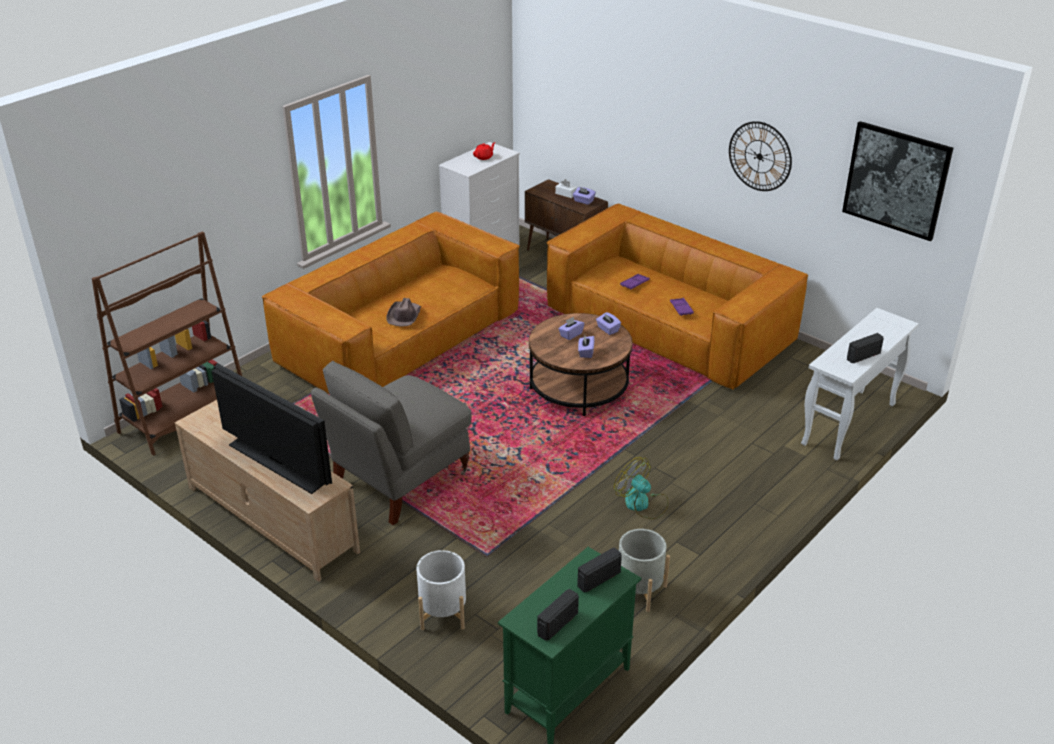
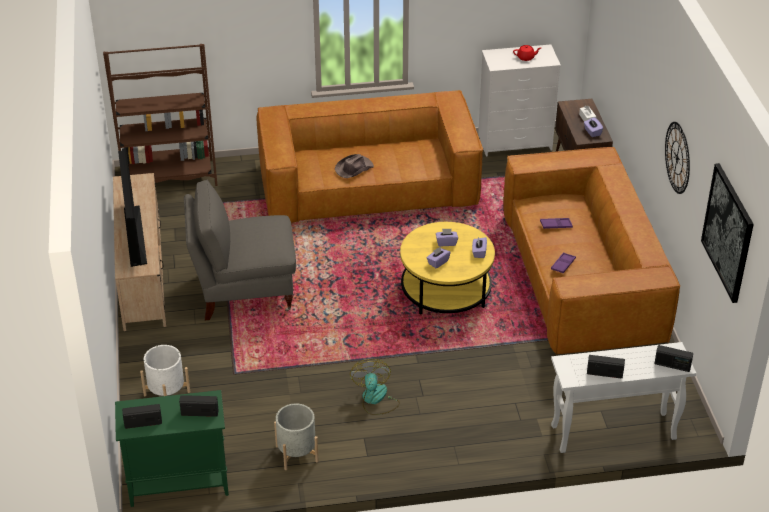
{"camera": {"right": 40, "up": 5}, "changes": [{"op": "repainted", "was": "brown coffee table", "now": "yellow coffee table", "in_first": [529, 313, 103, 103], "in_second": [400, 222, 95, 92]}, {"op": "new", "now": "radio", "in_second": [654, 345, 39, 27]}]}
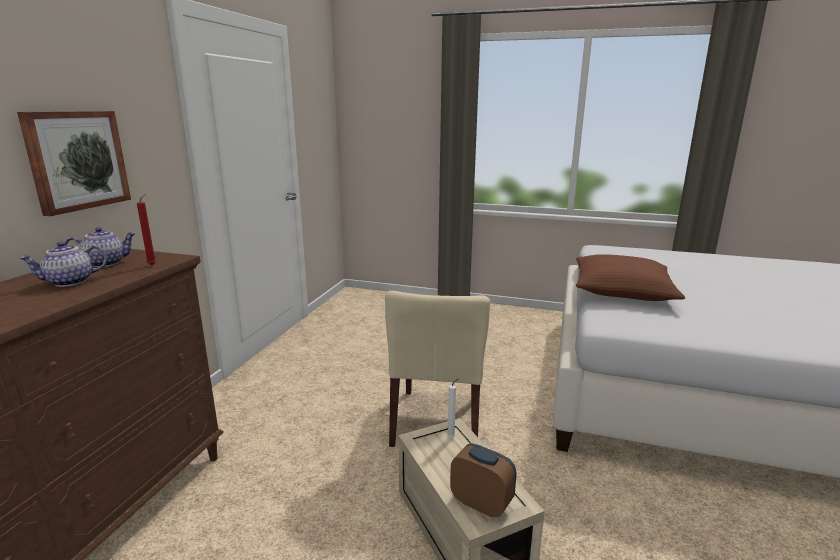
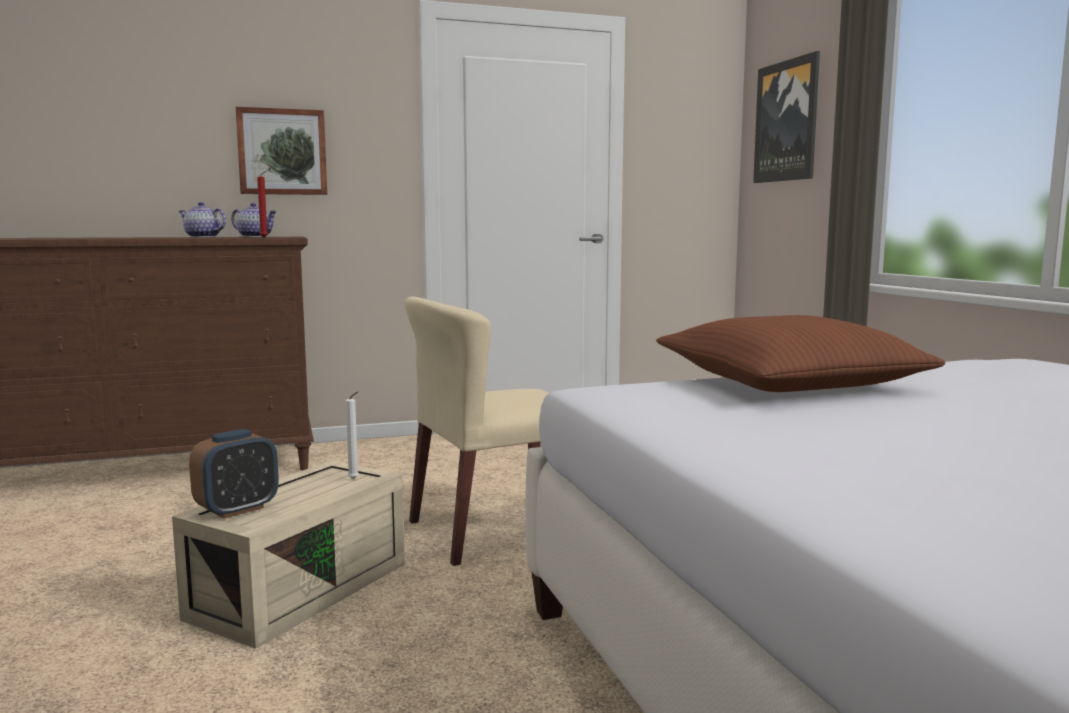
{"camera": {"right": 55, "up": -10}, "changes": [{"op": "rotated", "was": "alarm clock", "in_first": [450, 443, 66, 75], "in_second": [189, 429, 90, 90], "clockwise": 45}, {"op": "new", "now": "picture", "in_second": [753, 51, 67, 132]}]}
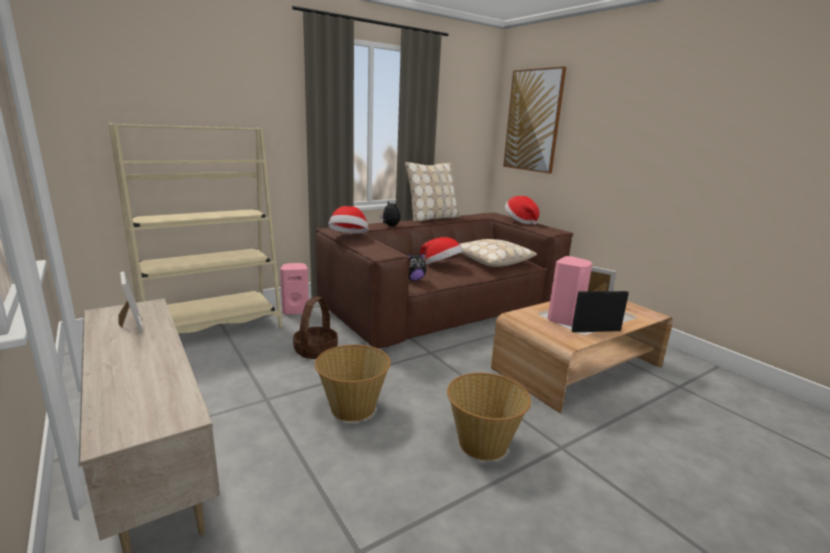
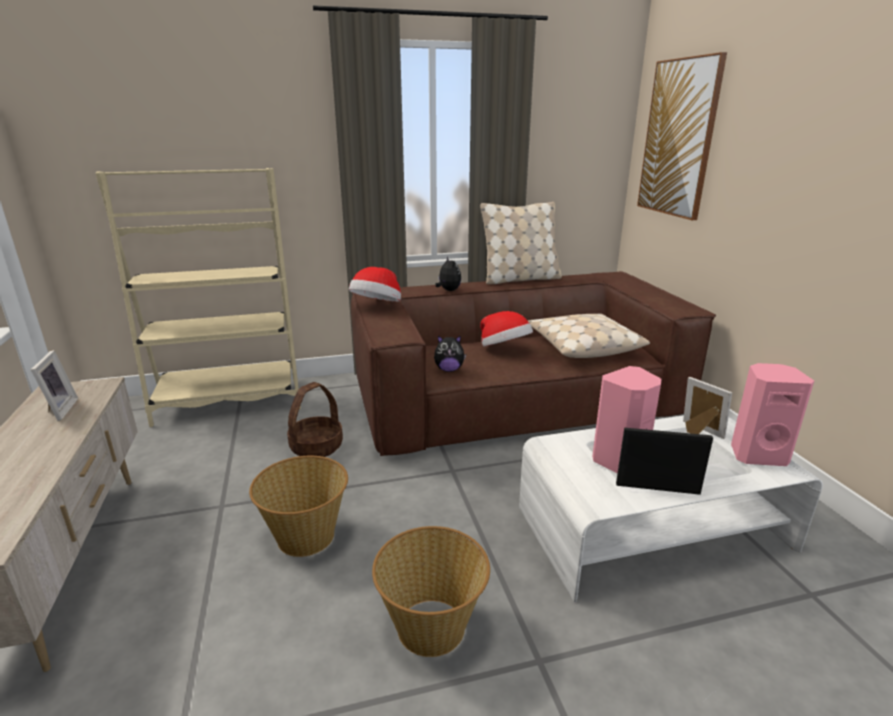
{"camera": {"right": 20, "up": 5}, "changes": [{"op": "repainted", "was": "brown coffee table", "now": "white coffee table", "in_first": [491, 301, 182, 112], "in_second": [519, 415, 304, 187]}, {"op": "shifted", "was": "pink speaker", "in_first": [280, 263, 29, 52], "in_second": [731, 363, 83, 103]}, {"op": "gone", "was": "hat", "in_first": [505, 196, 35, 29]}]}
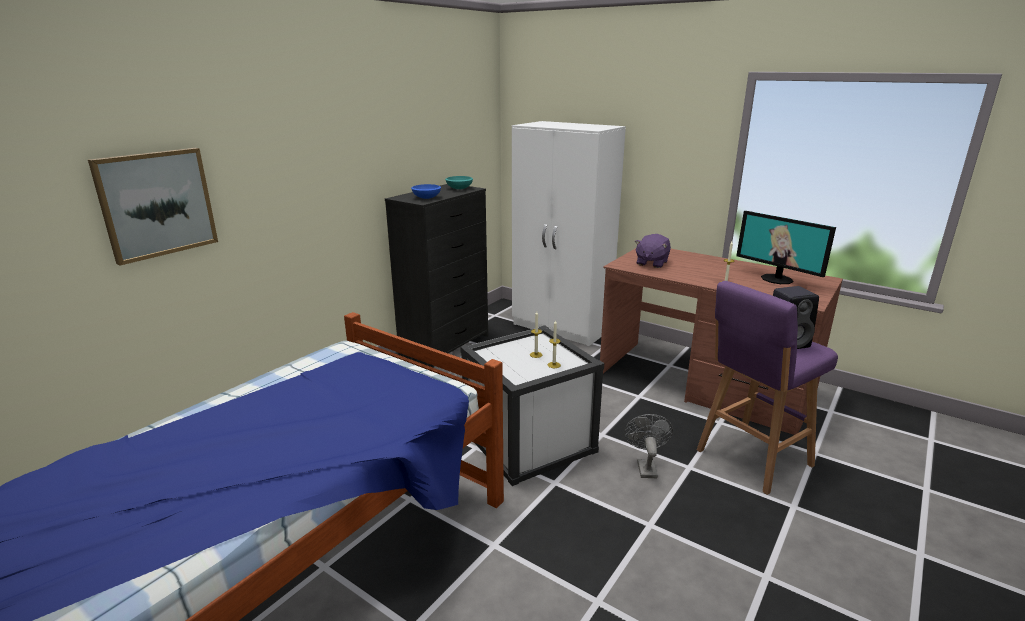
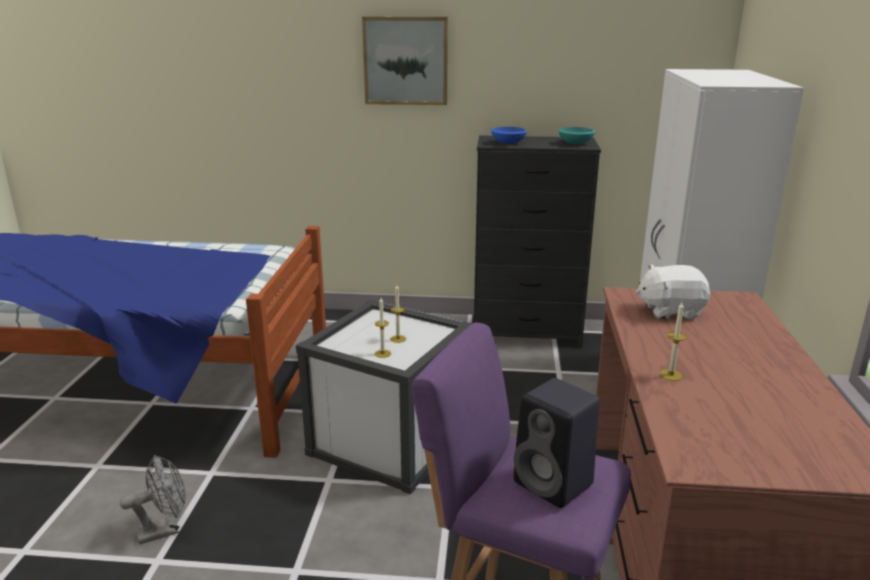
{"camera": {"right": 60, "up": 0}, "changes": [{"op": "shifted", "was": "grey fan", "in_first": [624, 414, 49, 64], "in_second": [120, 455, 66, 90]}, {"op": "shifted", "was": "picture", "in_first": [88, 148, 130, 118], "in_second": [362, 17, 86, 88]}, {"op": "repainted", "was": "purple plush toy", "now": "white plush toy", "in_first": [635, 234, 36, 34], "in_second": [636, 264, 74, 55]}, {"op": "gone", "was": "monitor", "in_first": [736, 211, 100, 73]}]}
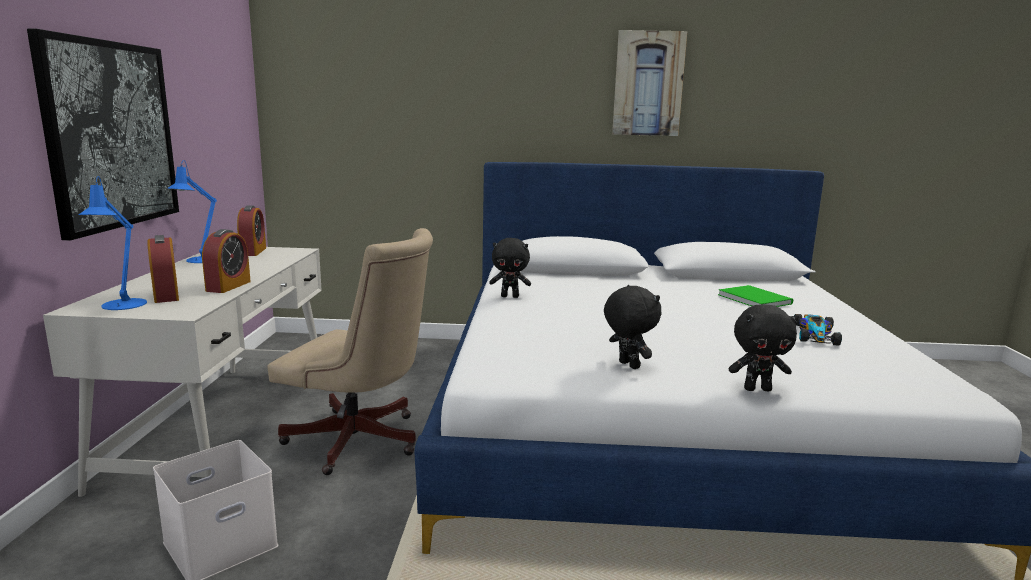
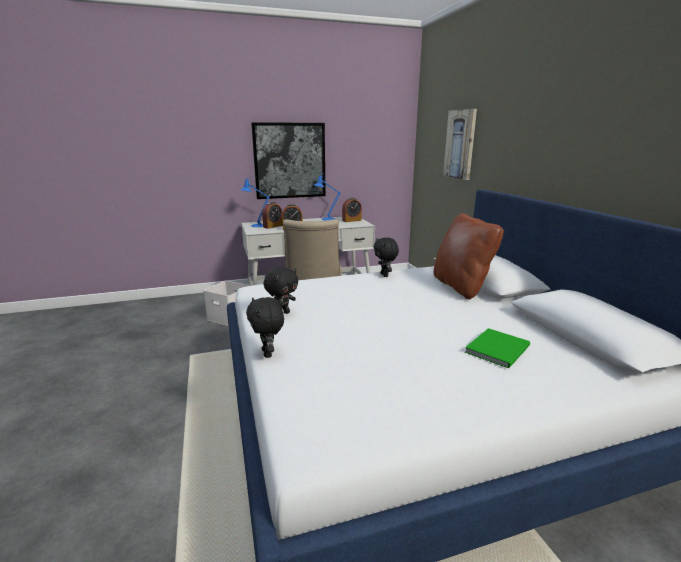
{"camera": {"right": 70, "up": 5}, "changes": [{"op": "new", "now": "brown pillow", "in_second": [434, 213, 70, 86]}, {"op": "shifted", "was": "picture", "in_first": [612, 30, 75, 106], "in_second": [443, 109, 34, 71]}, {"op": "gone", "was": "toy car", "in_first": [794, 314, 48, 32]}]}
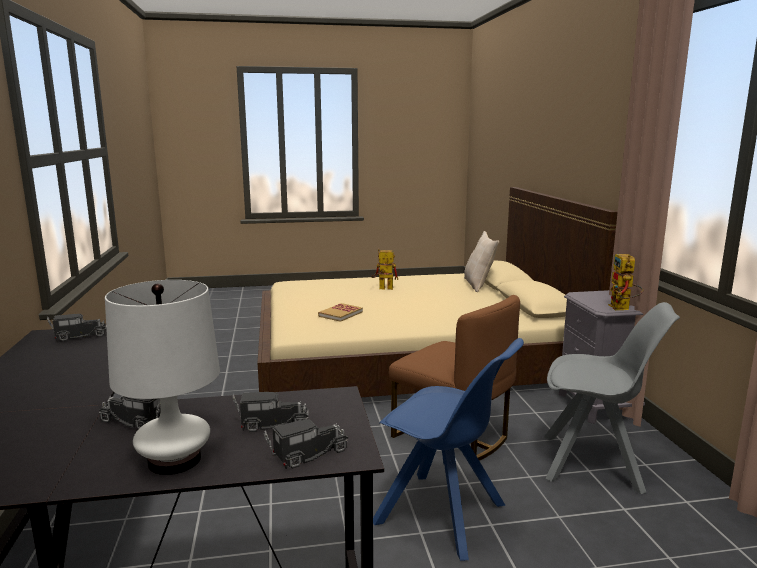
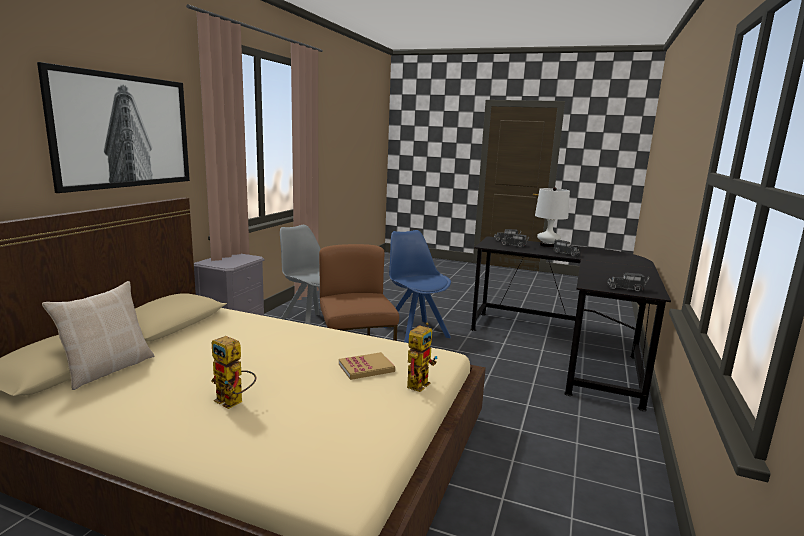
{"camera": {"right": -150, "up": 0}, "changes": [{"op": "new", "now": "picture", "in_second": [37, 62, 153, 131]}, {"op": "shifted", "was": "toy robot", "in_first": [608, 254, 35, 56], "in_second": [407, 322, 30, 70]}]}
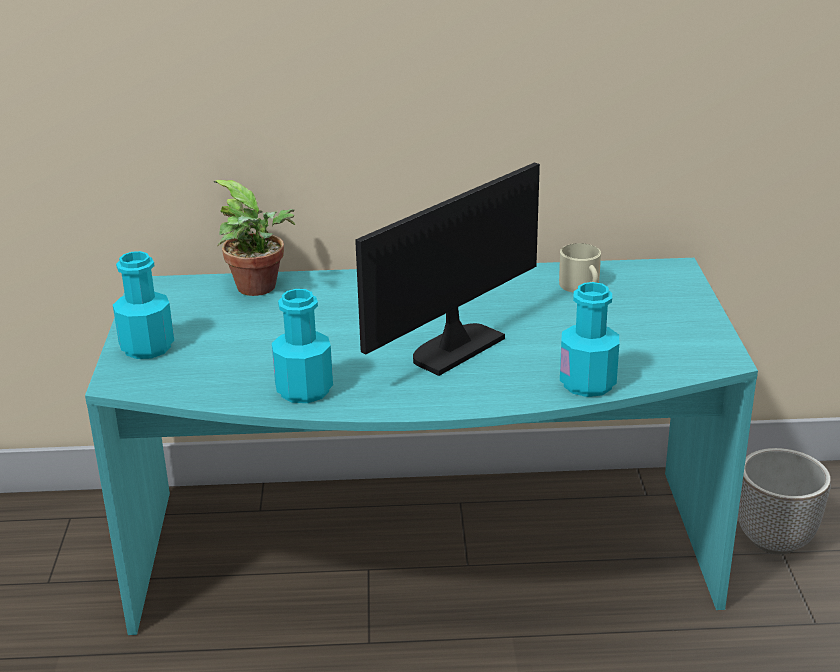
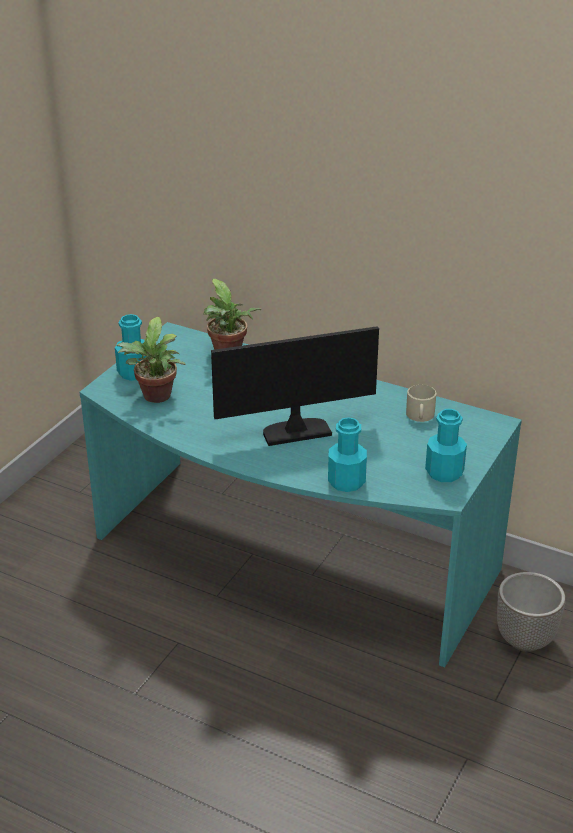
{"camera": {"right": 30, "up": 5}, "changes": [{"op": "new", "now": "potted plant", "in_second": [116, 317, 70, 86]}, {"op": "shifted", "was": "turquoise bottle", "in_first": [272, 289, 61, 114], "in_second": [425, 409, 42, 73]}]}
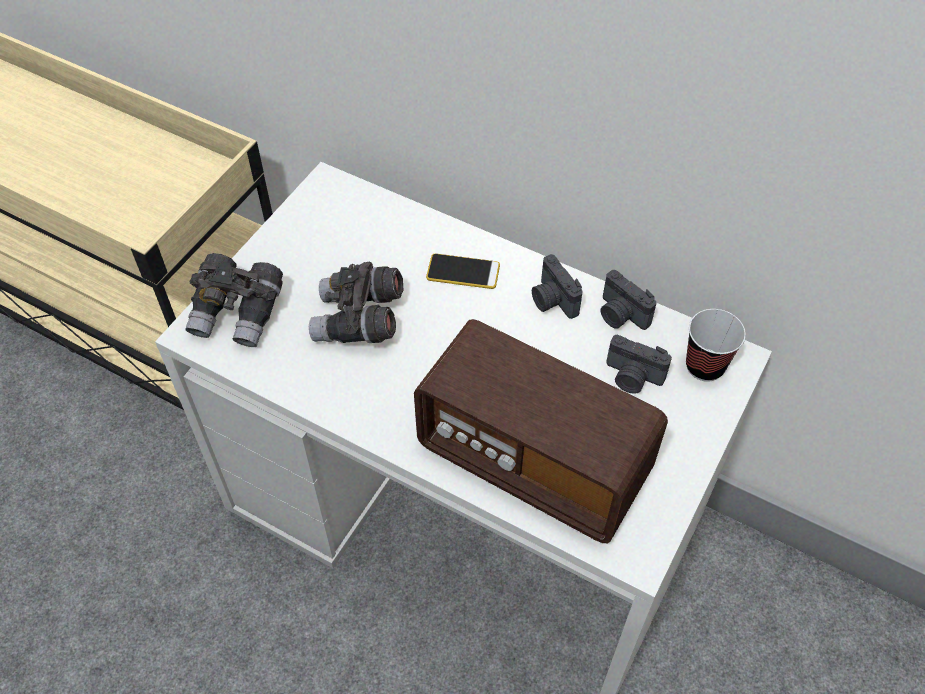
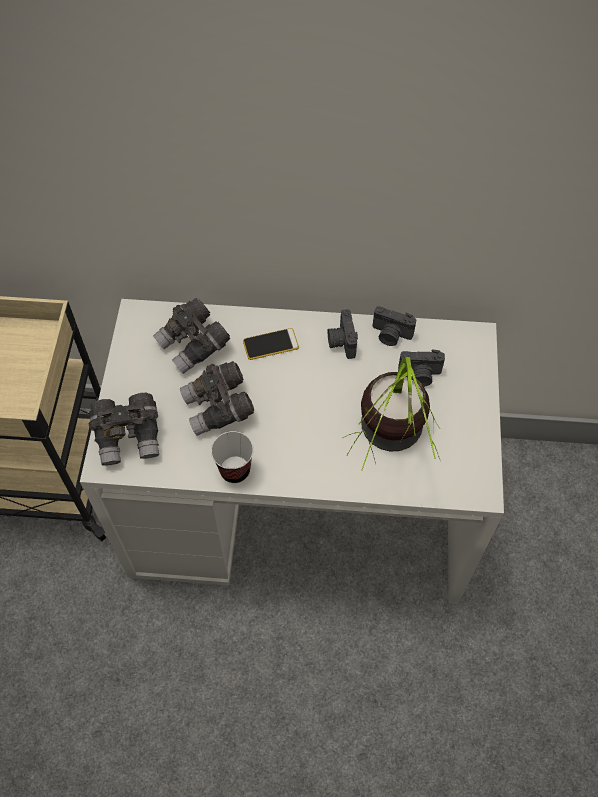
{"camera": {"right": -25, "up": 5}, "changes": [{"op": "new", "now": "grey binoculars", "in_second": [153, 298, 77, 76]}, {"op": "shifted", "was": "cup", "in_first": [686, 309, 60, 73], "in_second": [211, 431, 43, 52]}, {"op": "rotated", "was": "photo camera", "in_first": [532, 254, 51, 65], "in_second": [328, 309, 30, 50], "clockwise": 45}, {"op": "swapped", "was": "radio", "now": "potted plant", "in_first": [414, 319, 254, 224], "in_second": [343, 357, 97, 114]}]}
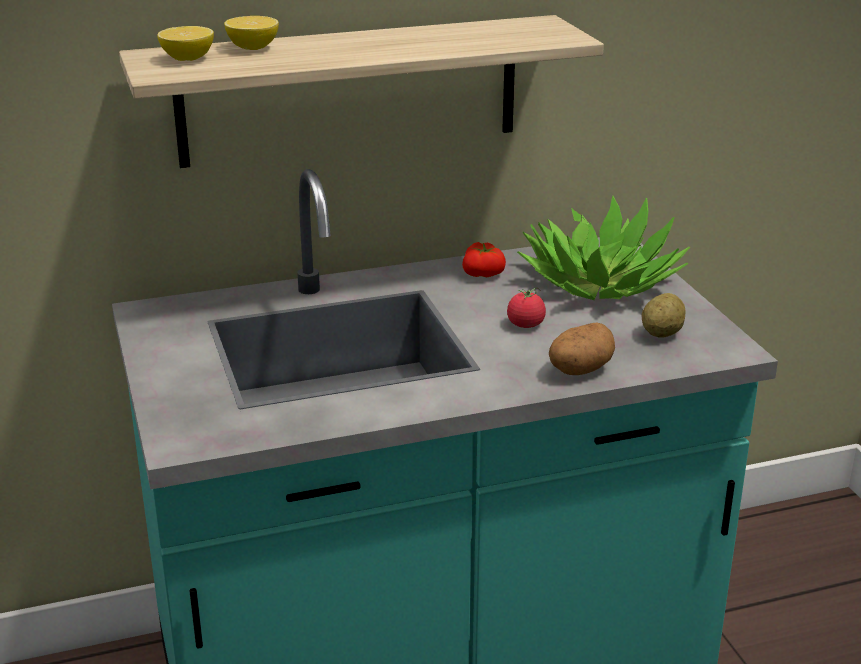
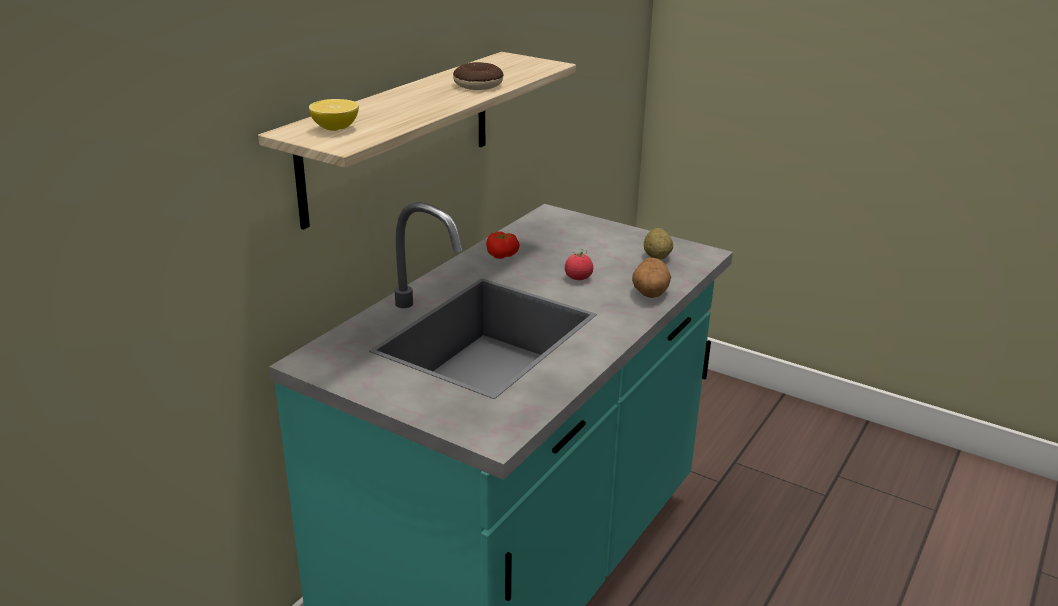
{"camera": {"right": -40, "up": 0}, "changes": [{"op": "new", "now": "donut", "in_second": [453, 62, 51, 28]}, {"op": "gone", "was": "lemon", "in_first": [224, 16, 55, 34]}, {"op": "gone", "was": "potted plant", "in_first": [517, 195, 173, 105]}]}
